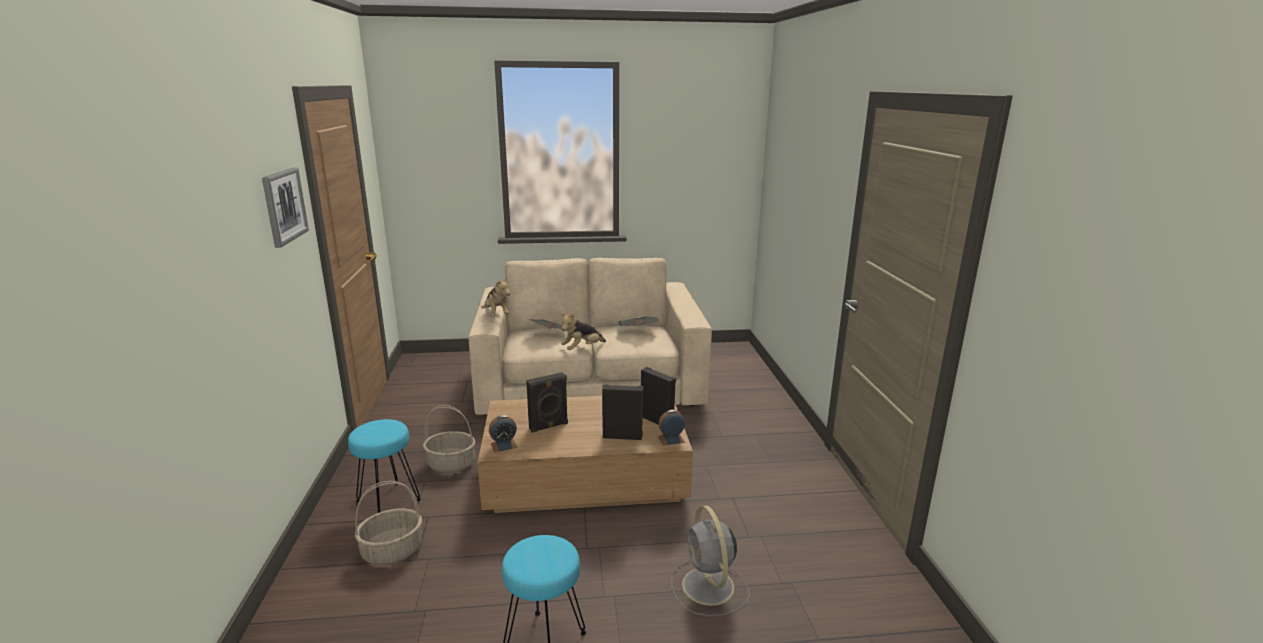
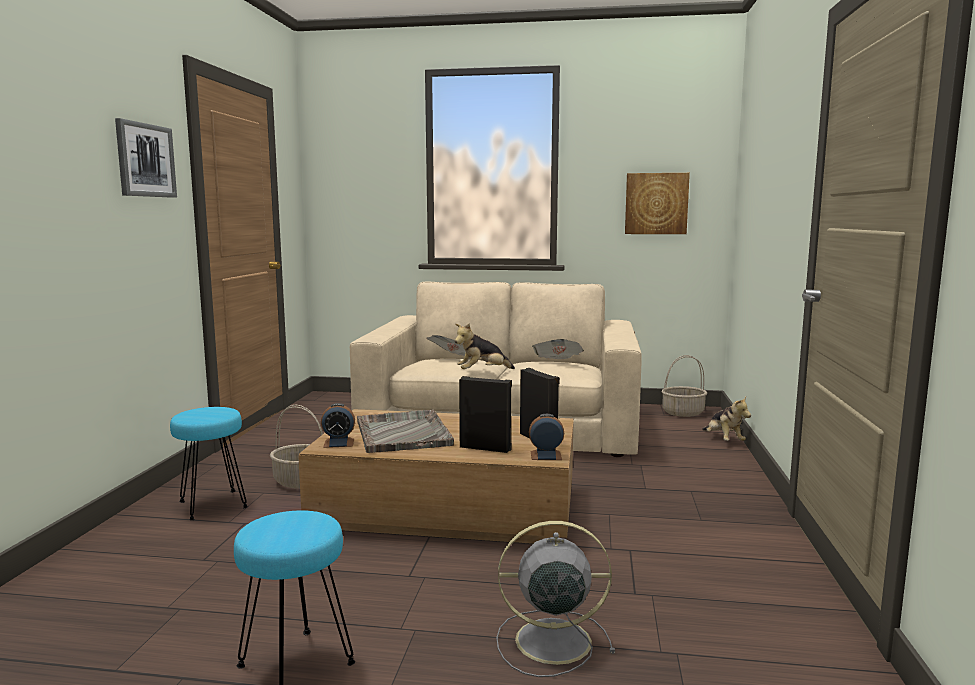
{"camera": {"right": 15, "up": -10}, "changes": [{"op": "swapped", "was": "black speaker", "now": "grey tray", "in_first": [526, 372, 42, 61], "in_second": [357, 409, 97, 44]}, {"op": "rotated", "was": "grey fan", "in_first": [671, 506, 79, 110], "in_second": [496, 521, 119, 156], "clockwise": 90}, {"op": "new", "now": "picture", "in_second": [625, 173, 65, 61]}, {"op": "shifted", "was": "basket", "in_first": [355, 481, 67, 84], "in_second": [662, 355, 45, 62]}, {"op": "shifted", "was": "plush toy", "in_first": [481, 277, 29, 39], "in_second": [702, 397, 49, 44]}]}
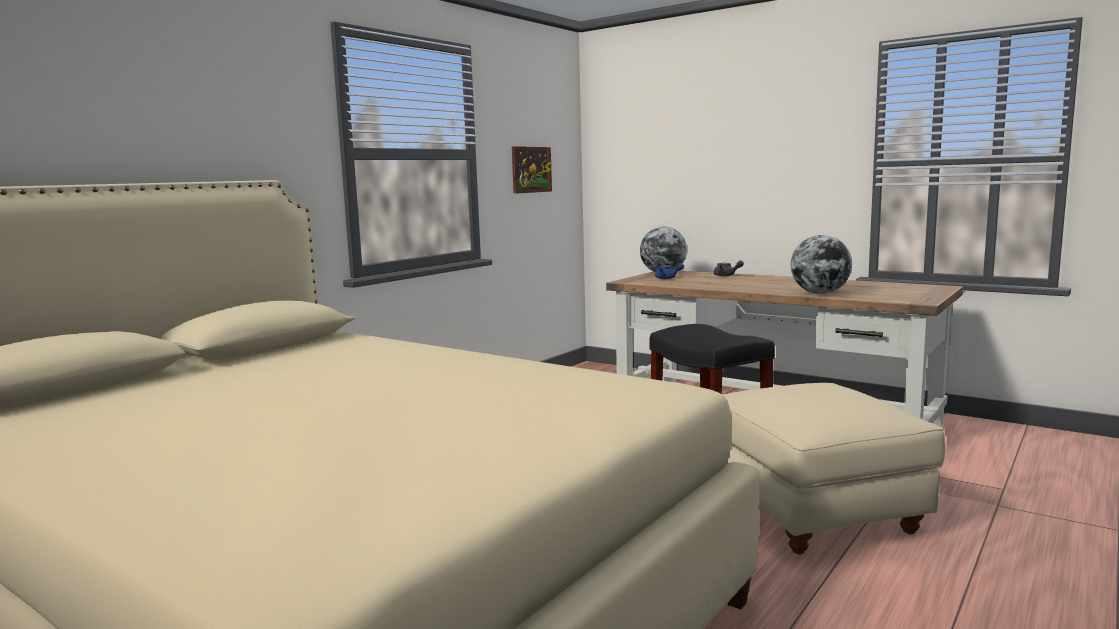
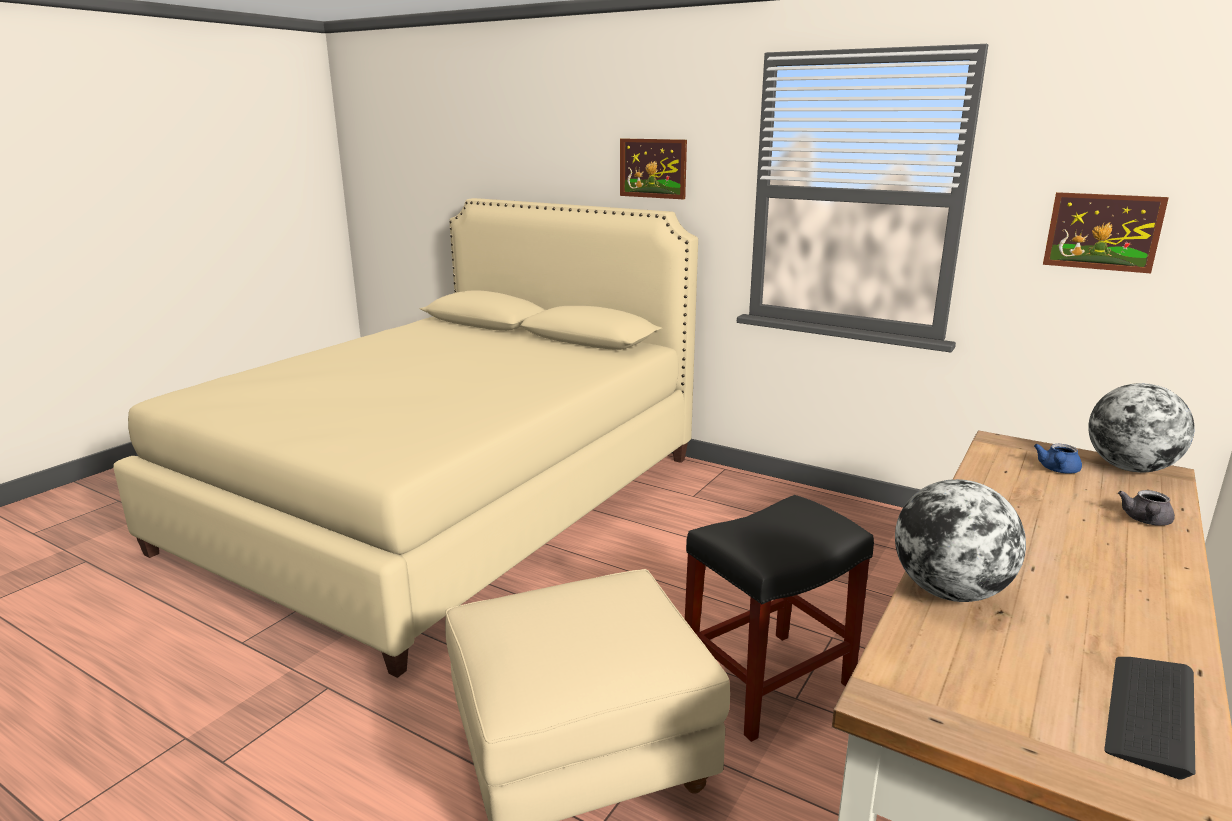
{"camera": {"right": 85, "up": 10}, "changes": [{"op": "new", "now": "picture", "in_second": [620, 138, 67, 61]}, {"op": "new", "now": "keyboard", "in_second": [1104, 657, 91, 123]}]}
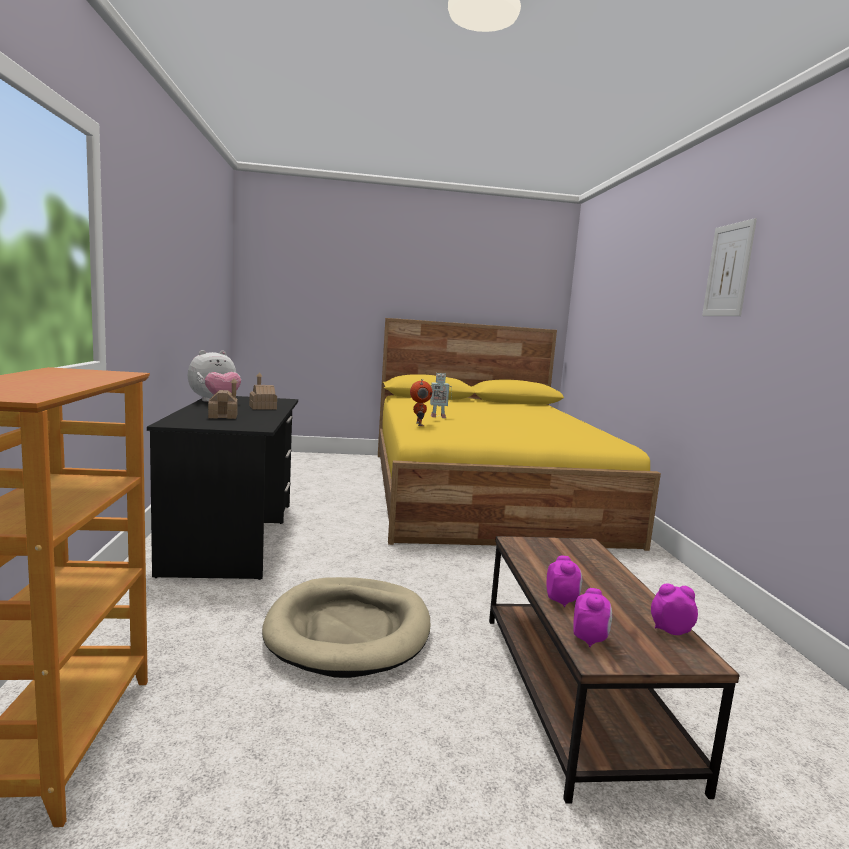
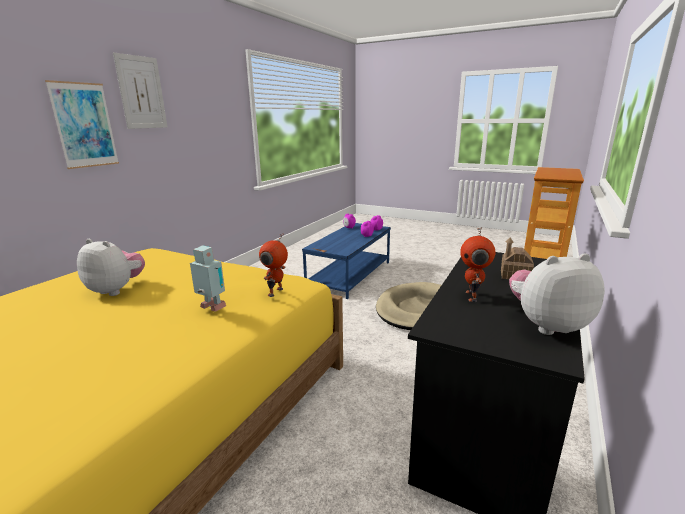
{"camera": {"right": -145, "up": 10}, "changes": [{"op": "new", "now": "picture", "in_second": [45, 80, 74, 89]}, {"op": "new", "now": "plush toy", "in_second": [77, 239, 68, 57]}, {"op": "repainted", "was": "brown coffee table", "now": "blue coffee table", "in_first": [489, 536, 250, 268], "in_second": [302, 223, 89, 76]}, {"op": "swapped", "was": "toy house", "now": "toy robot", "in_first": [249, 372, 28, 38], "in_second": [460, 227, 35, 75]}]}
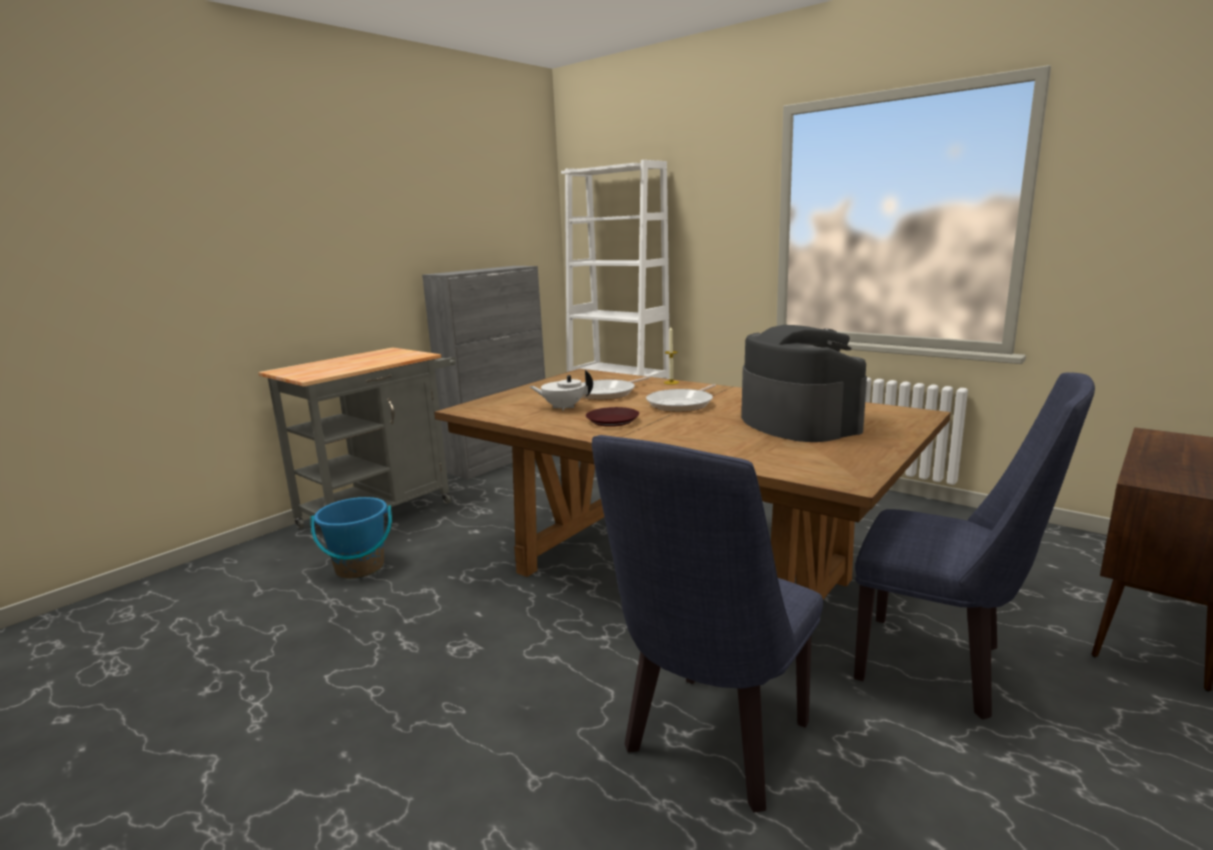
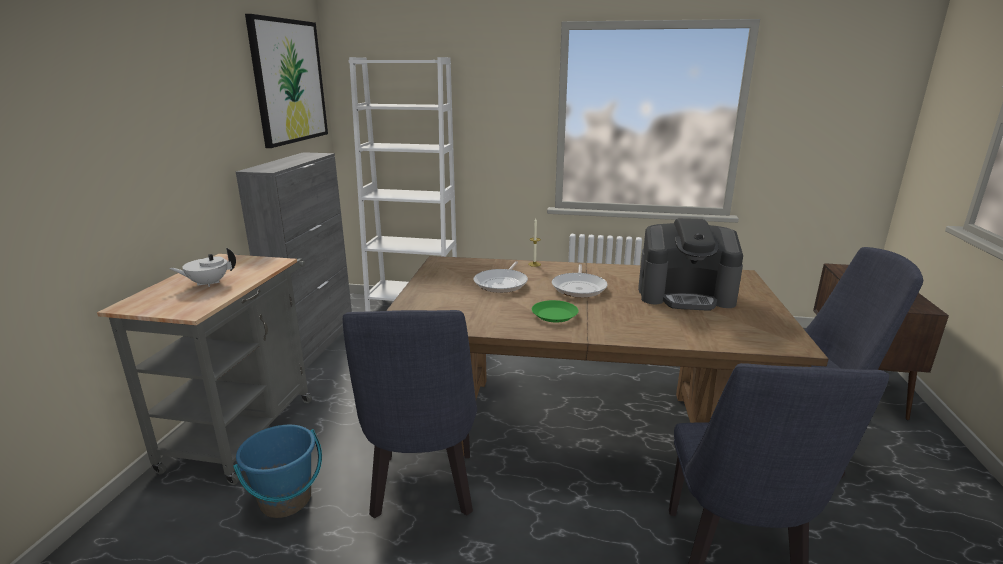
{"camera": {"right": -30, "up": 5}, "changes": [{"op": "shifted", "was": "white teapot", "in_first": [529, 370, 64, 41], "in_second": [169, 248, 67, 39]}, {"op": "new", "now": "picture", "in_second": [245, 14, 83, 134]}, {"op": "new", "now": "blue chair", "in_second": [343, 310, 134, 208]}, {"op": "repainted", "was": "brown plate", "now": "green plate", "in_first": [586, 407, 53, 20], "in_second": [532, 300, 47, 22]}, {"op": "rotated", "was": "coffee machine", "in_first": [741, 325, 126, 117], "in_second": [638, 218, 105, 93], "clockwise": 150}]}
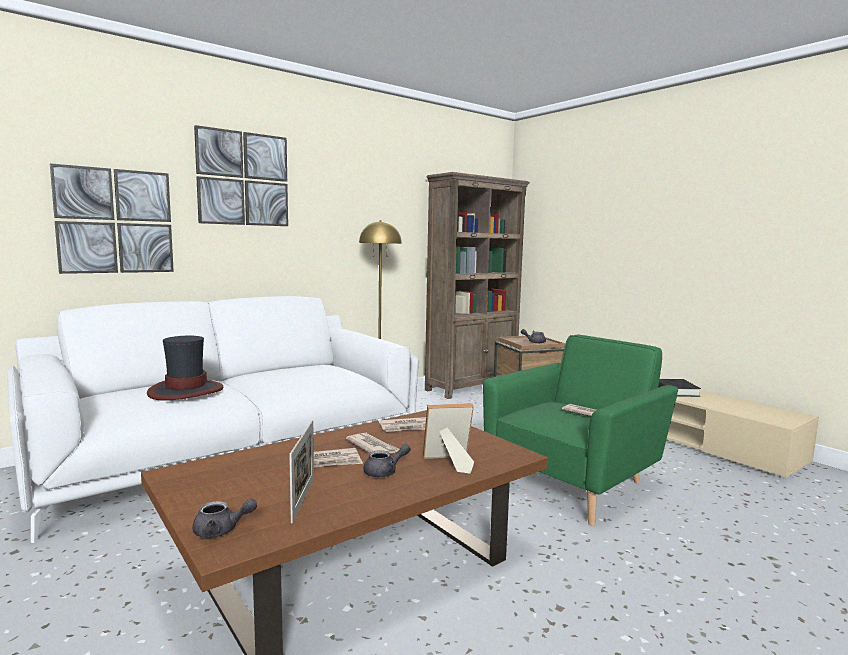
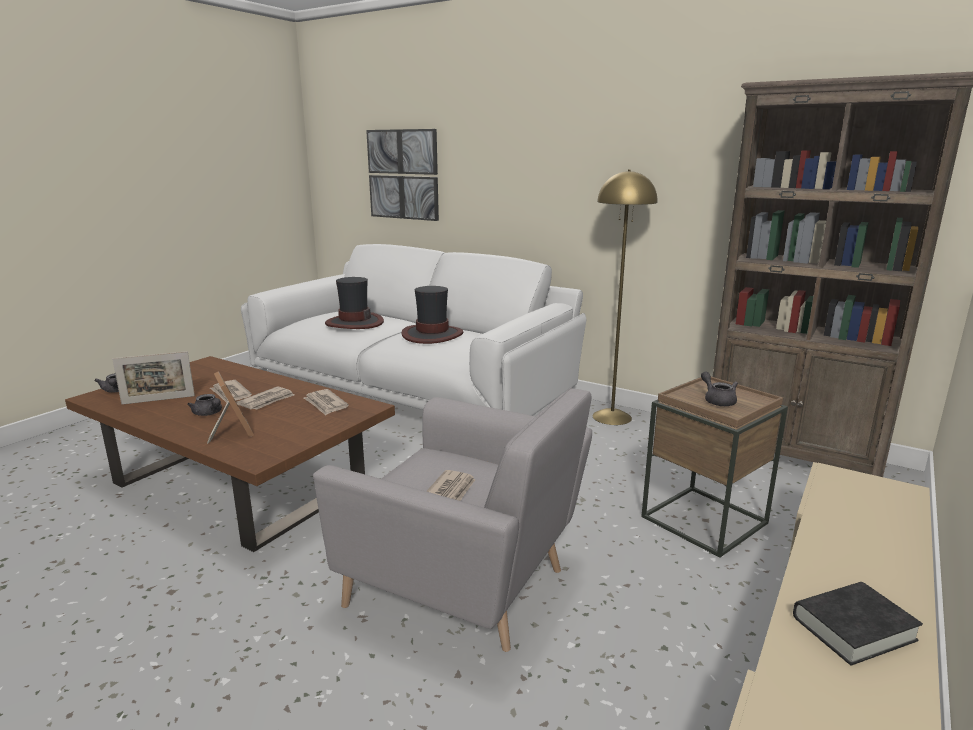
{"camera": {"right": 70, "up": 10}, "changes": [{"op": "repainted", "was": "green armchair", "now": "grey armchair", "in_first": [483, 335, 195, 191], "in_second": [313, 388, 279, 264]}, {"op": "new", "now": "hat", "in_second": [401, 286, 62, 58]}, {"op": "gone", "was": "picture", "in_first": [194, 125, 94, 101]}]}
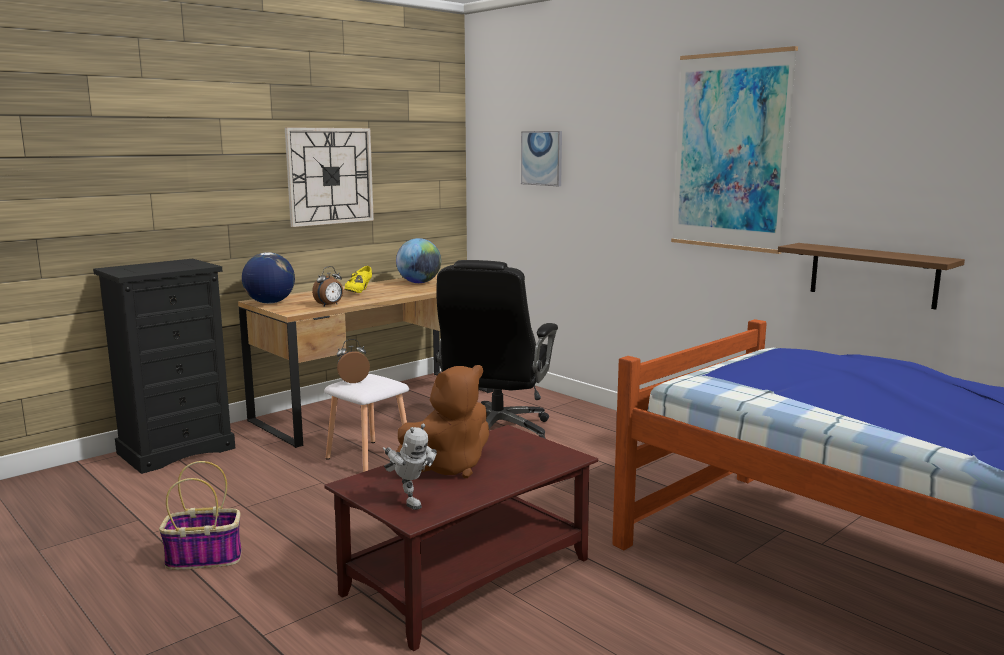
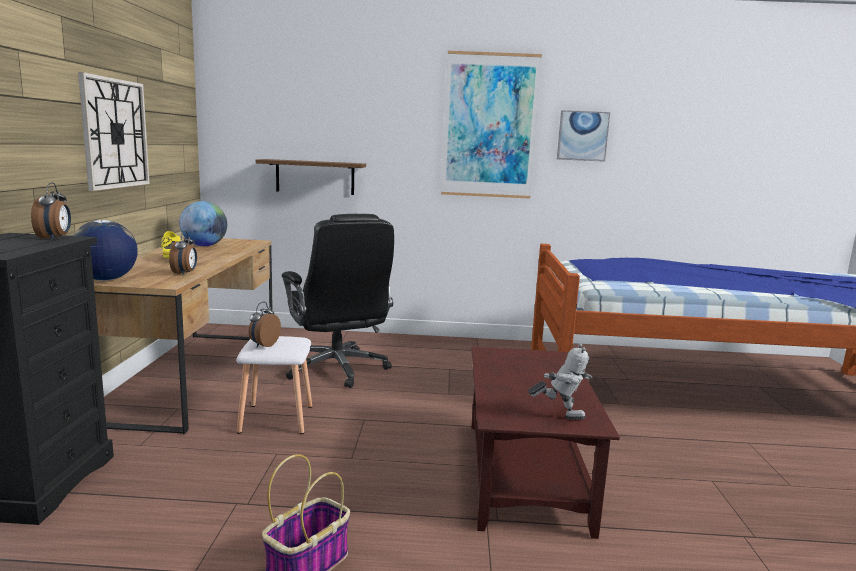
{"camera": {"right": -45, "up": 0}, "changes": [{"op": "new", "now": "alarm clock", "in_second": [31, 183, 40, 57]}, {"op": "shifted", "was": "brown shelf", "in_first": [778, 243, 187, 66], "in_second": [255, 159, 111, 36]}, {"op": "shifted", "was": "picture", "in_first": [521, 131, 41, 55], "in_second": [557, 110, 53, 52]}, {"op": "gone", "was": "brown plush toy", "in_first": [396, 365, 93, 113]}]}
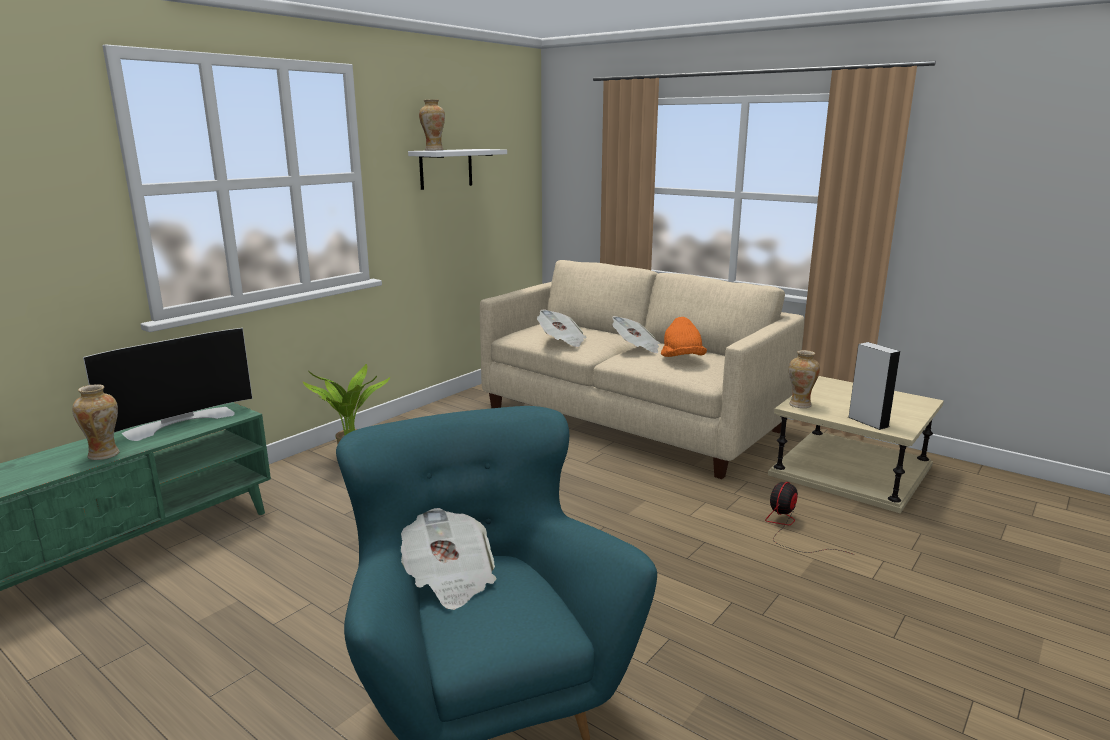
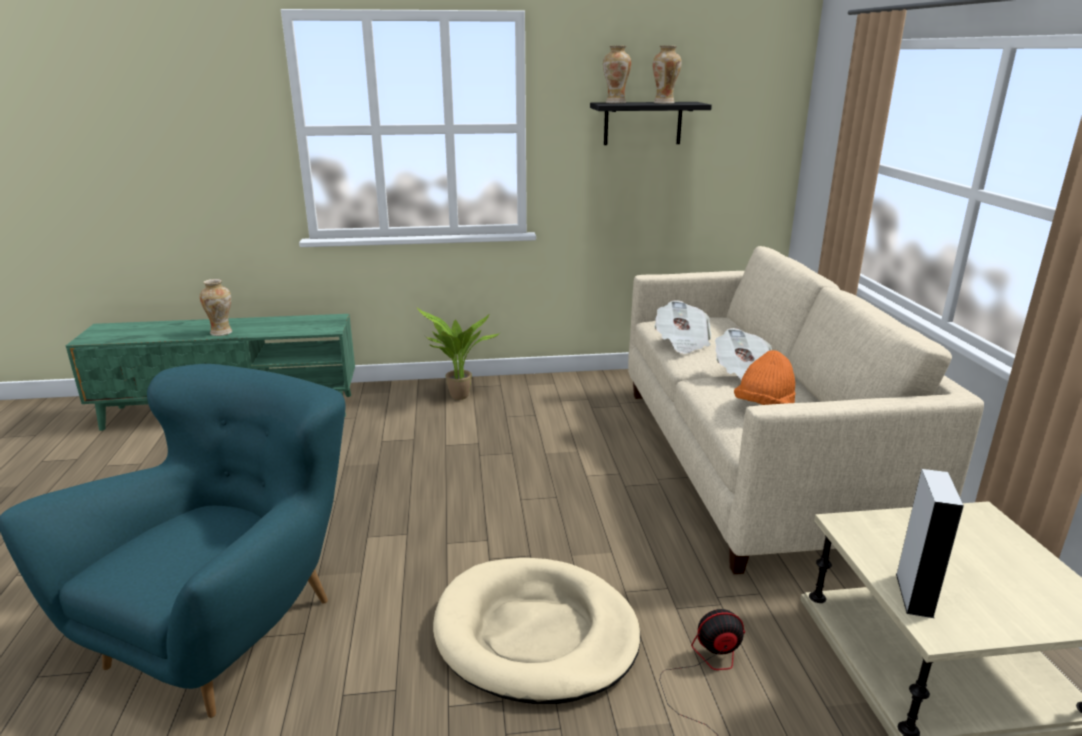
{"camera": {"right": 45, "up": 5}, "changes": [{"op": "new", "now": "beige dog bed", "in_second": [433, 558, 208, 146]}, {"op": "repainted", "was": "white shelf", "now": "black shelf", "in_first": [408, 149, 99, 41], "in_second": [590, 102, 122, 43]}, {"op": "shifted", "was": "vase", "in_first": [789, 350, 31, 58], "in_second": [653, 46, 29, 58]}, {"op": "gone", "was": "television", "in_first": [83, 328, 170, 113]}, {"op": "gone", "was": "newspaper", "in_first": [401, 508, 95, 102]}]}
